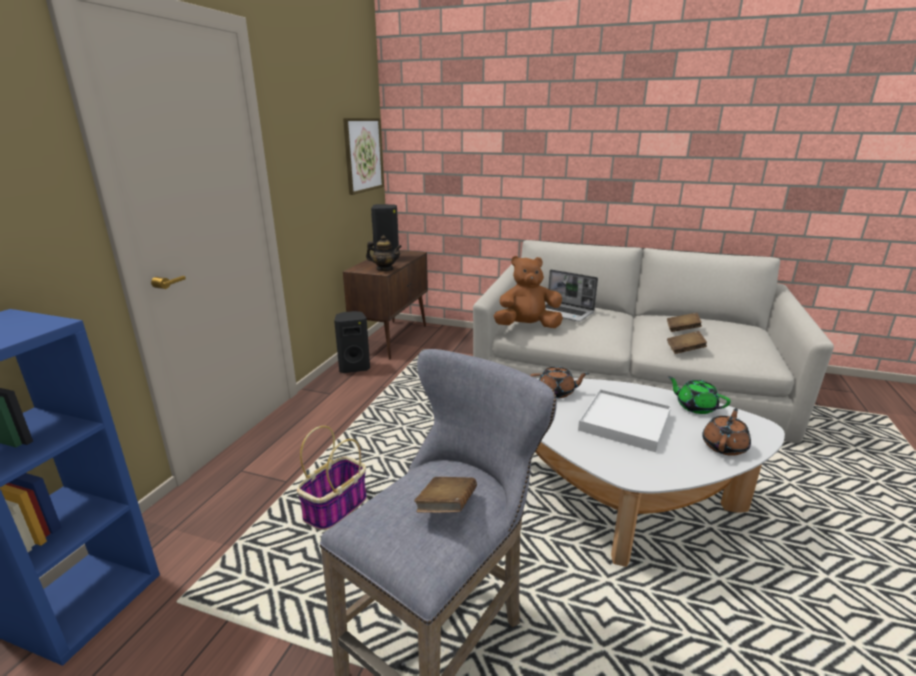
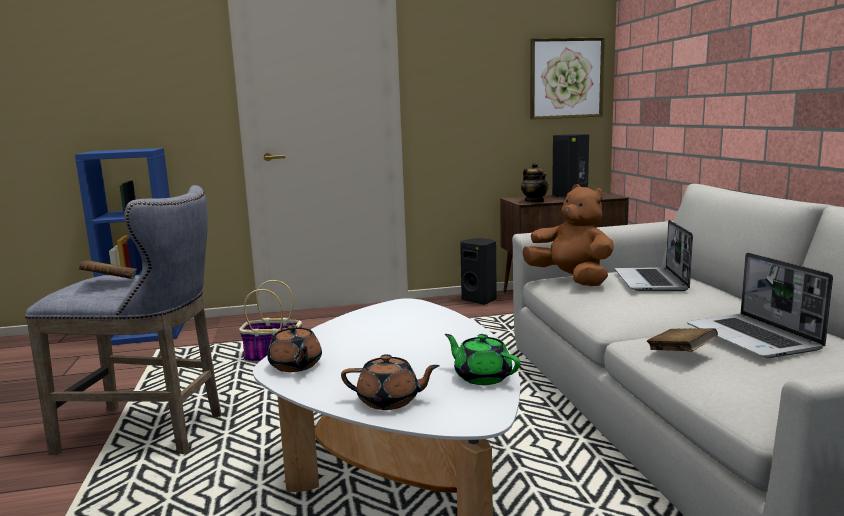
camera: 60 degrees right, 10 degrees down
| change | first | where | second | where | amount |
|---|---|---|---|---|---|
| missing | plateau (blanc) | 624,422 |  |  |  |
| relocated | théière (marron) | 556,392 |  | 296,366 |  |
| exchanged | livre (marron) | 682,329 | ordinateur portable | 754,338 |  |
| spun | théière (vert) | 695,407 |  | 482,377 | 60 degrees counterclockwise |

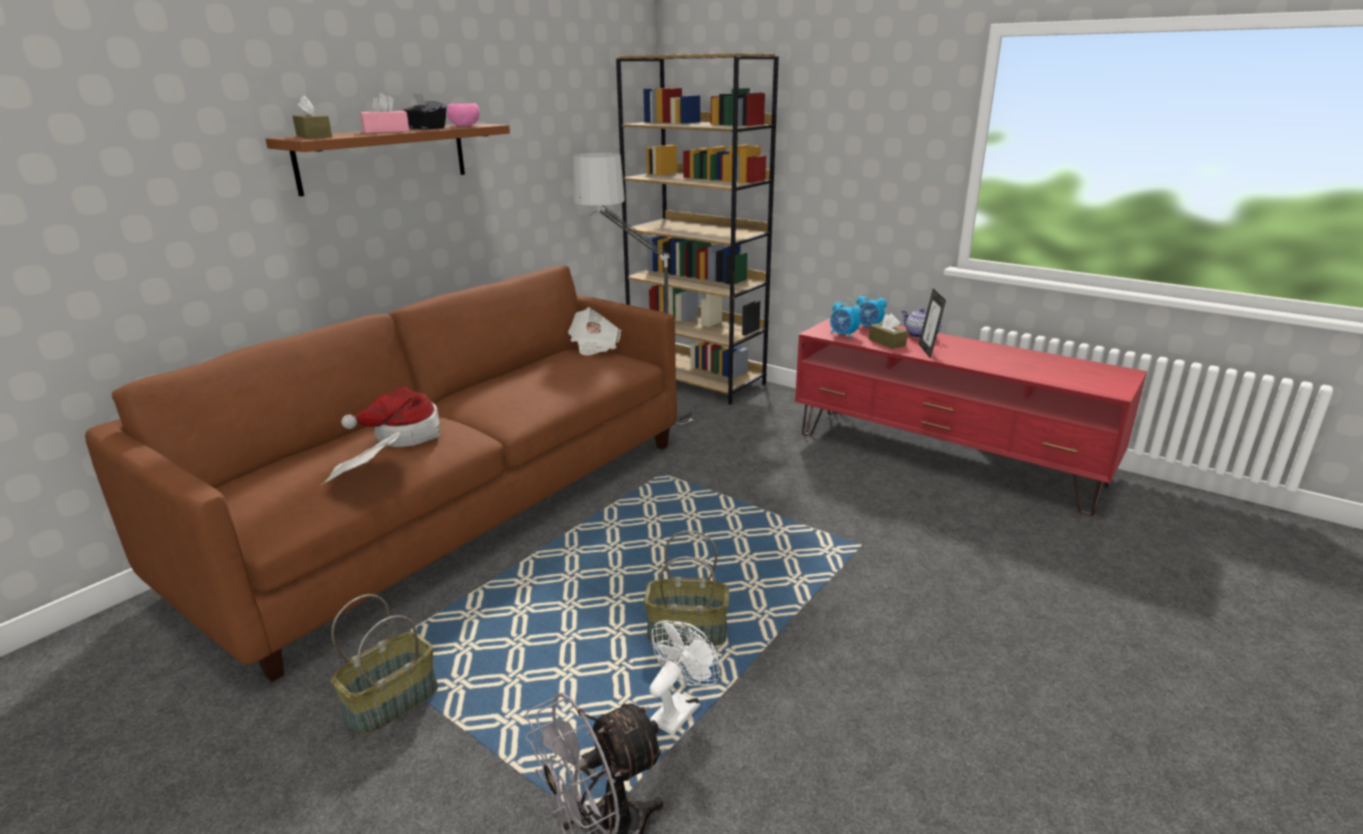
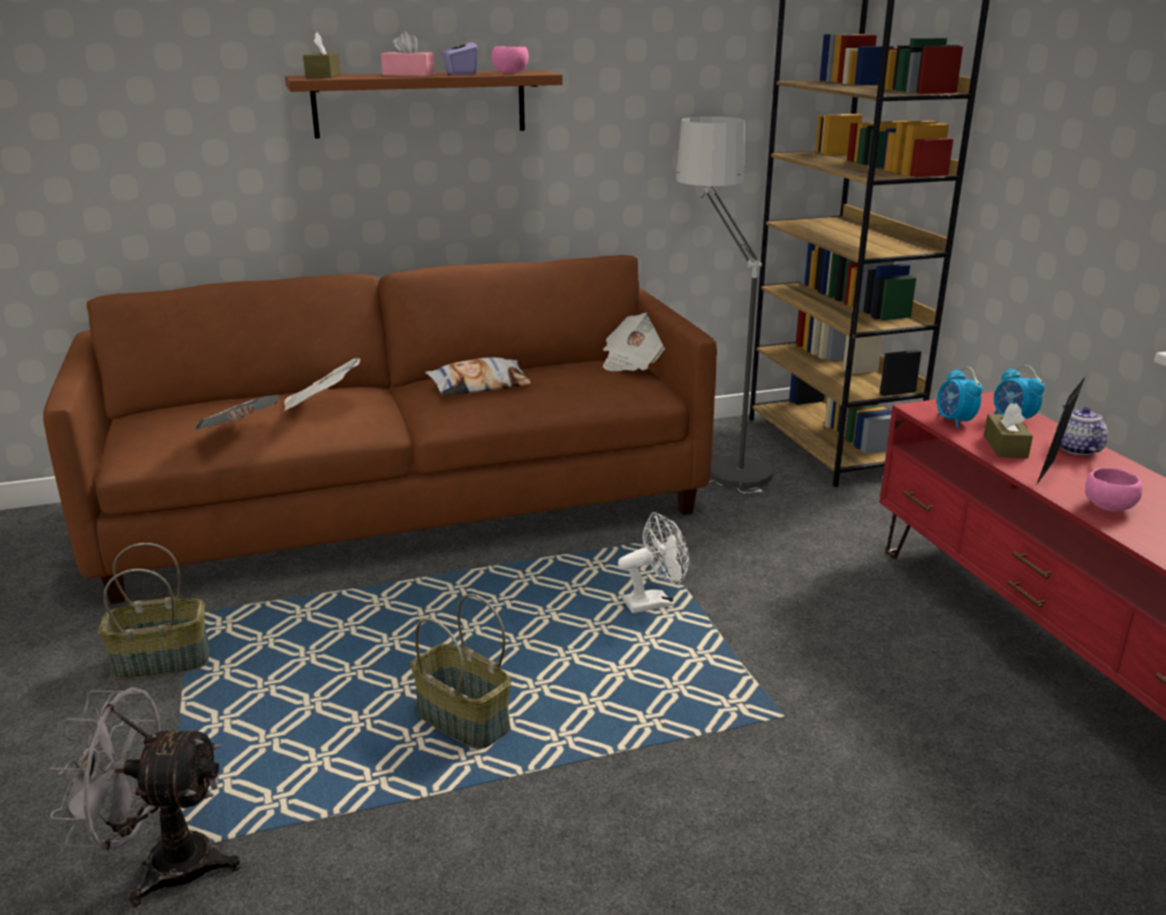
camera: 35 degrees right, 0 degrees up
| change | first | where | second | where | amount |
|---|---|---|---|---|---|
| appeared |  |  | coussin | 480,385 |  |
| appeared |  |  | bol (rose) | 1107,506 |  |
| relocated | ventilateur (blanc) | 679,709 |  | 655,602 |  |
| exchanged | chapeau | 405,435 | journal | 321,405 |  |
| colour | boîte à mouchoirs (noir) | 425,128 | boîte à mouchoirs (violet) | 460,73 |  |

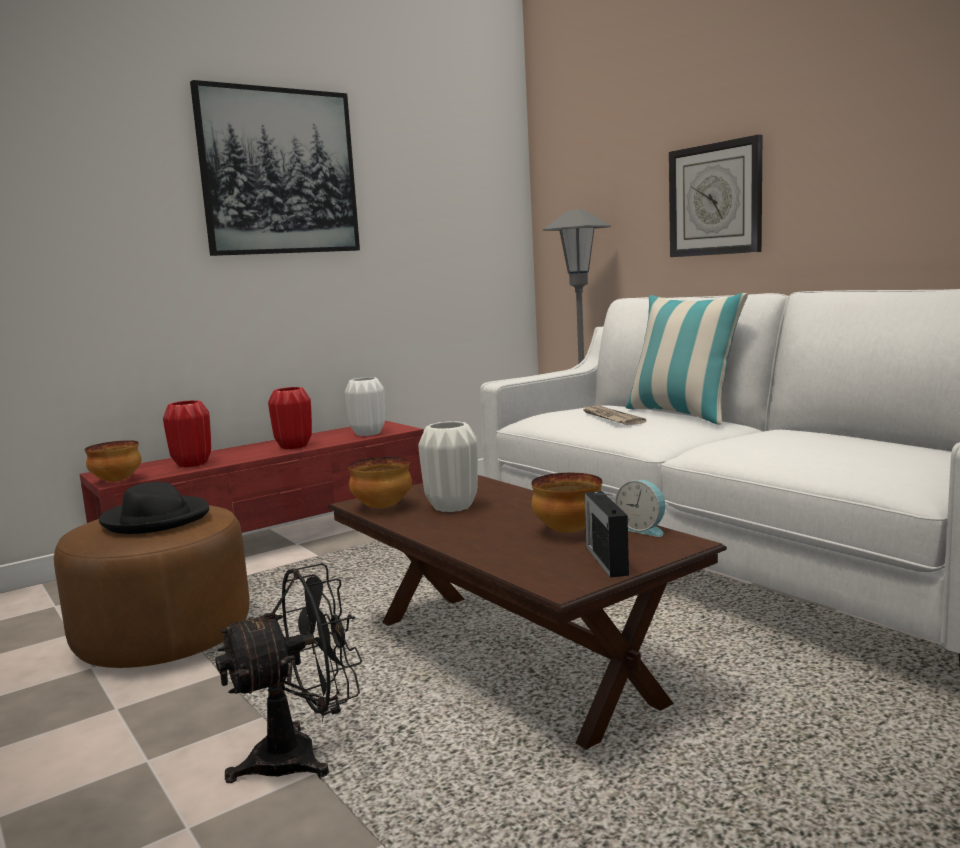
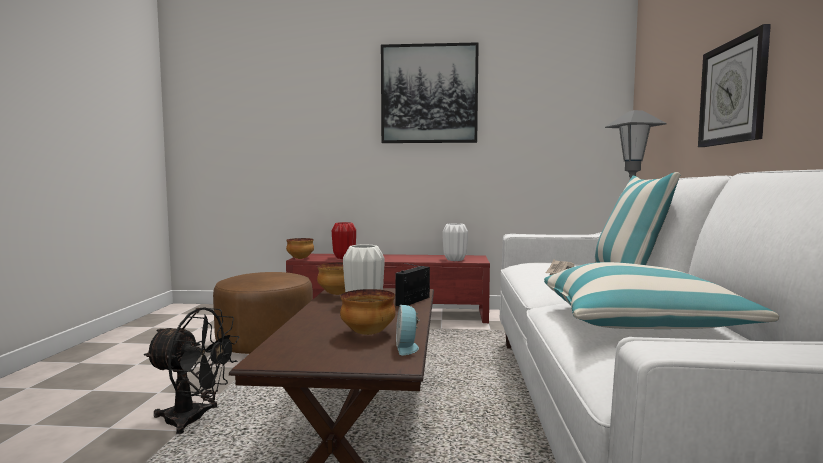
camera: 40 degrees right, 5 degrees down
| change | first | where | second | where | amount |
|---|---|---|---|---|---|
| missing | chapeau (noir) | 155,519 |  |  |  |
| missing | vase (rouge) | 294,446 |  |  |  |
| appeared |  |  | coussin | 637,322 |  |
| relocated | radio | 606,560 |  | 413,301 |  |

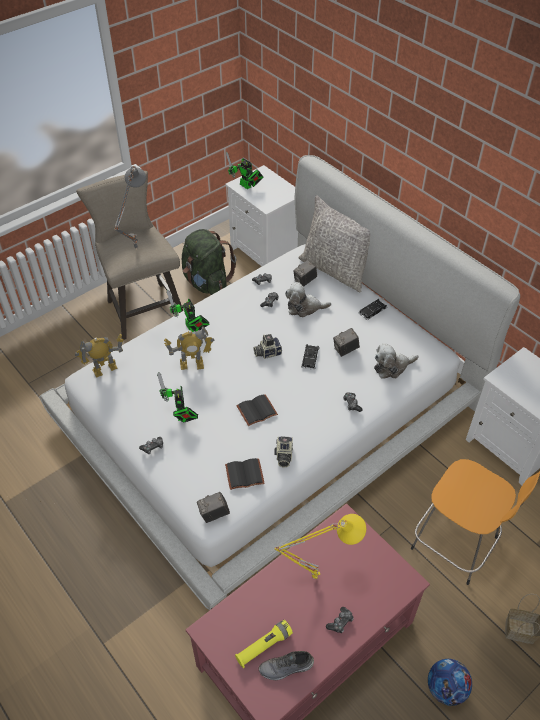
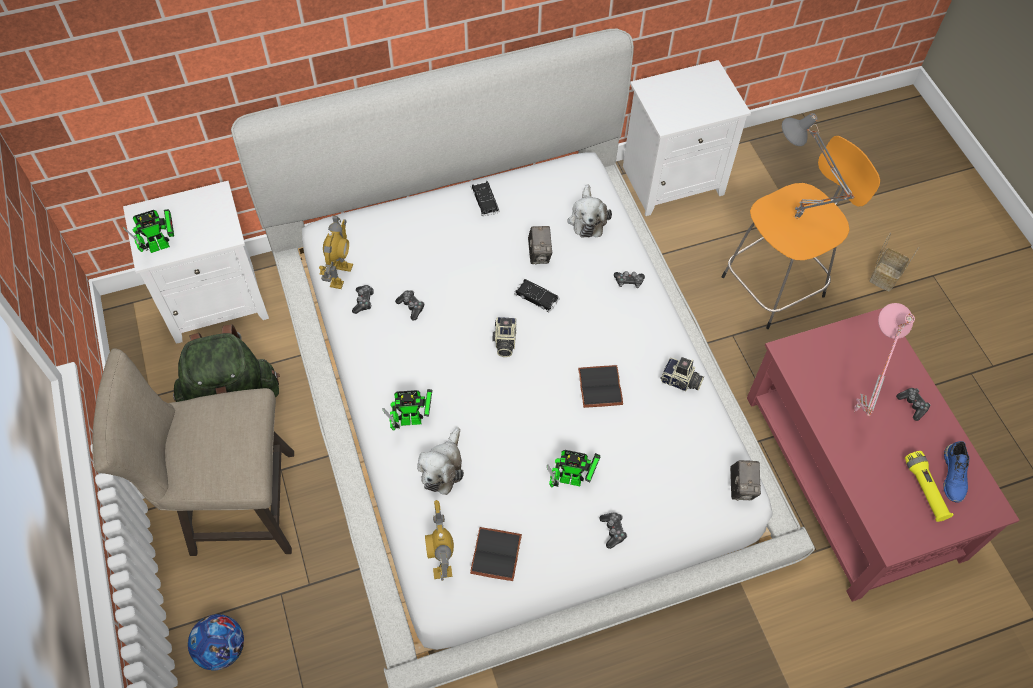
camera: 70 degrees left, 10 degrees up
| change | first | where | second | where | amount |
|---|---|---|---|---|---|
| missing | appareil photo | 305,281 |  |  |  |
| missing | coussin (gris) | 335,270 |  |  |  |
| relocated | lampe de table (gris) | 135,248 |  | 794,219 |  |
| relocated | robot jouet | 192,365 |  | 340,275 |  |
| relocated | livre (noir) | 244,475 |  | 497,555 |  |
| relocated | peluche | 304,308 |  | 443,468 |  |
| relocated | ballon de foot | 446,689 |  | 222,649 |  |
| colour | chaussure (gris) | 286,668 | chaussure (bleu) | 954,476 |  |
| colour | lampe de table (jaune) | 315,576 | lampe de table (rose) | 852,409 |  |

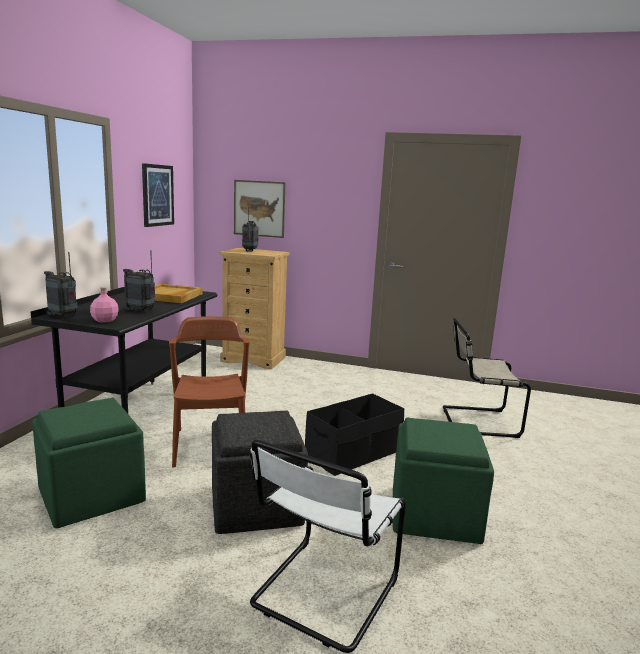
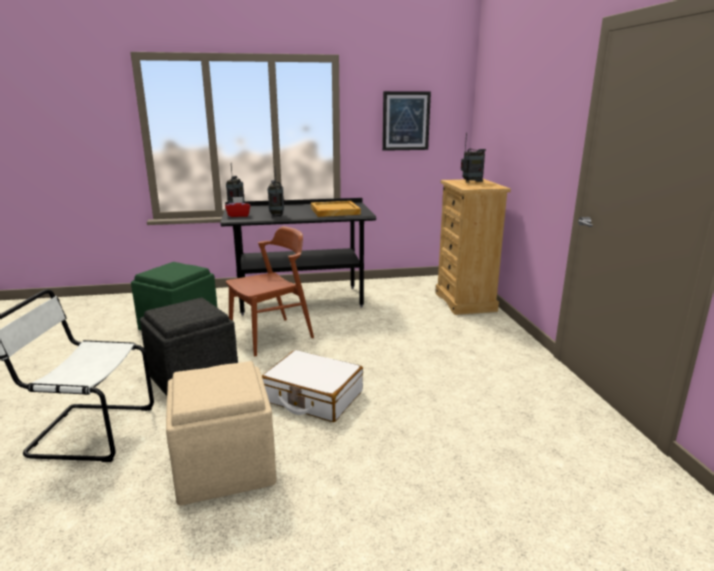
camera: 65 degrees right, 5 degrees up
| change | first | where | second | where | amount |
|---|---|---|---|---|---|
| missing | tableau | 259,208 |  |  |  |
| missing | chaise (beige) | 476,421 |  |  |  |
| exchanged | bouteille (rose) | 105,320 | boîte à mouchoirs (rouge) | 238,215 |  |
| exchanged | boîte de rangement (noir) | 353,453 | valise (blanc) | 313,397 |  |
| colour | pouf (vert) | 435,514 | pouf (beige) | 223,466 |  |

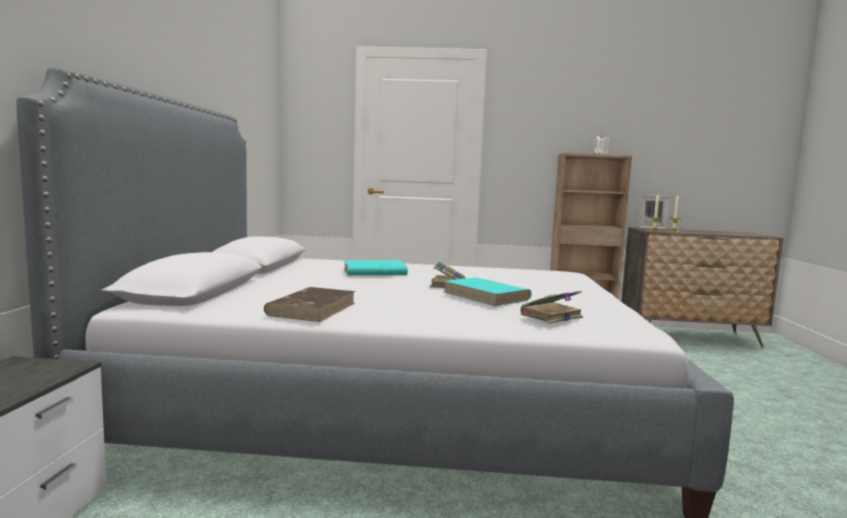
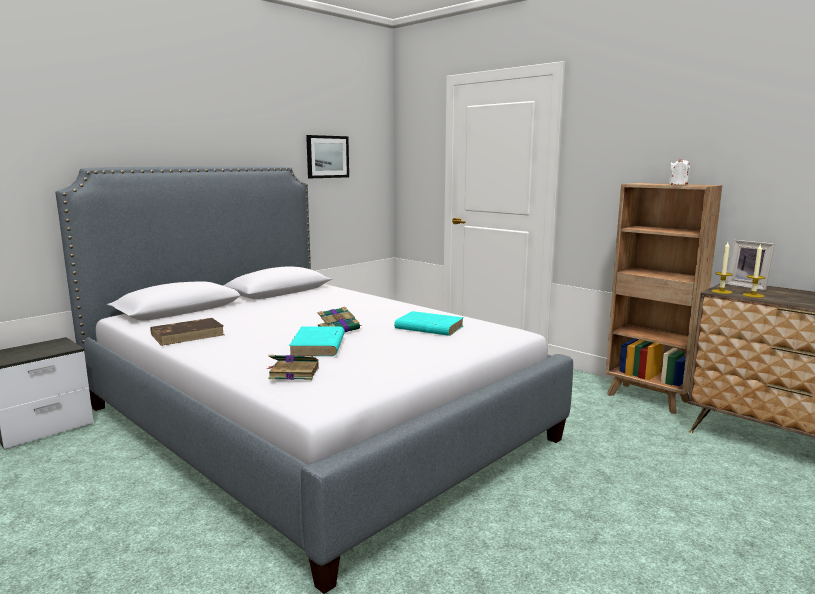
camera: 40 degrees right, 5 degrees up
| change | first | where | second | where | amount |
|---|---|---|---|---|---|
| appeared |  |  | tableau | 327,157 |  |
| relocated | livre (turquoise) | 374,272 |  | 428,327 |  |

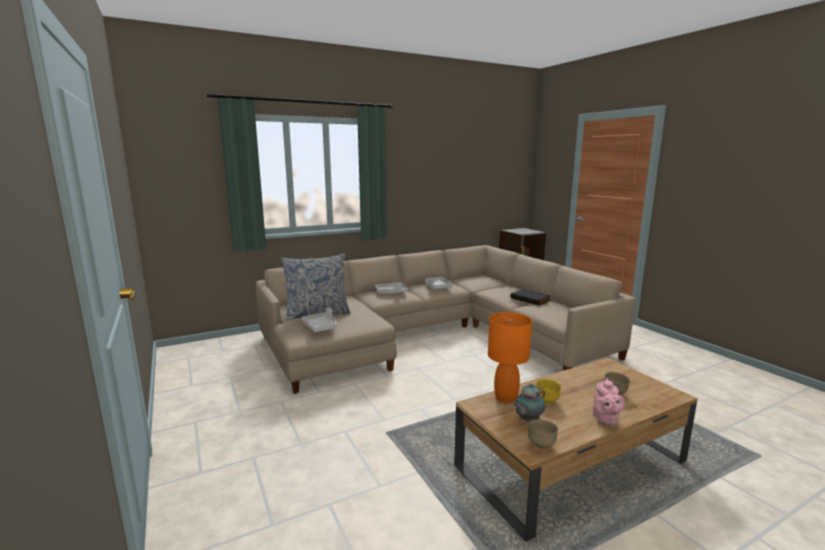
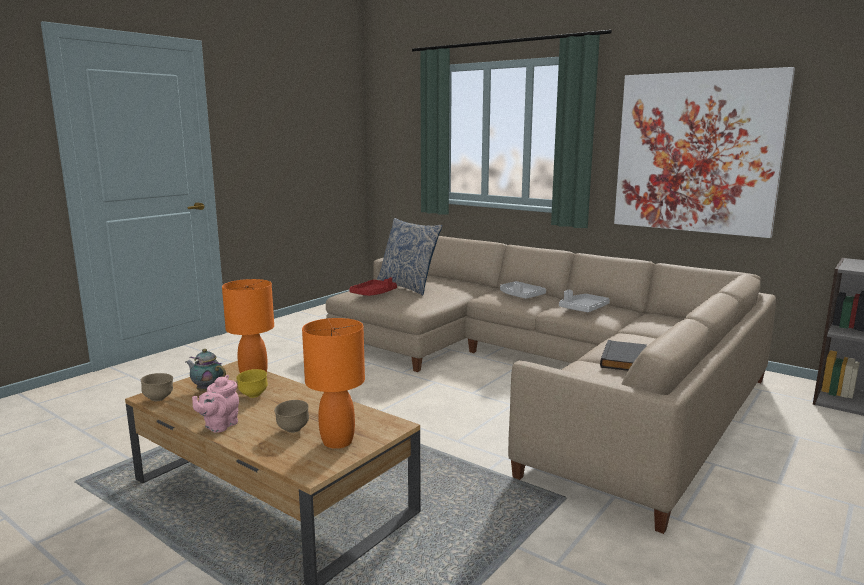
camera: 65 degrees right, 0 degrees up
| change | first | where | second | where | amount |
|---|---|---|---|---|---|
| appeared |  |  | lampe de table (orange) | 338,442 |  |
| appeared |  |  | tableau | 696,153 |  |
| colour | plateau (gris) | 321,327 | plateau (rouge) | 374,294 |  |
| spun | théière (rose) | 605,420 |  | 219,426 | 45 degrees counterclockwise |

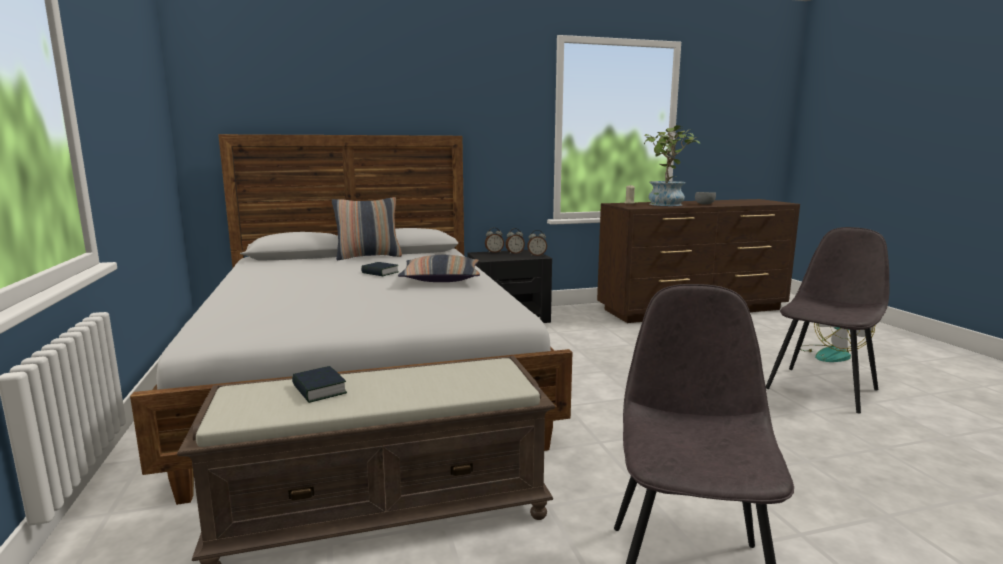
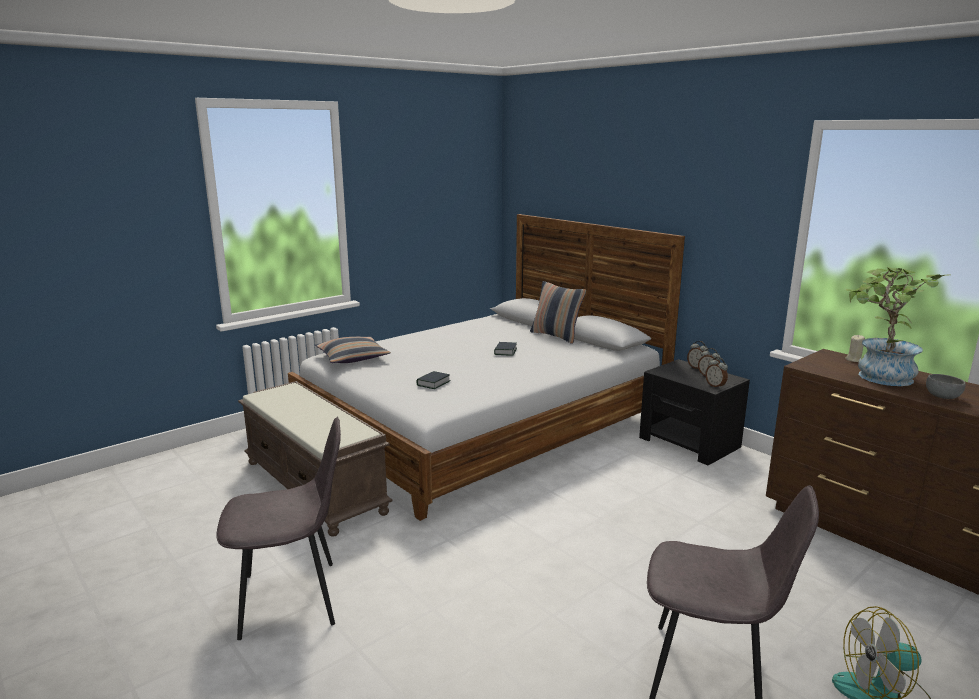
camera: 65 degrees right, 5 degrees up
| change | first | where | second | where | amount |
|---|---|---|---|---|---|
| relocated | livre | 319,390 |  | 433,383 |  |
| relocated | coussin | 441,279 |  | 352,358 |  |

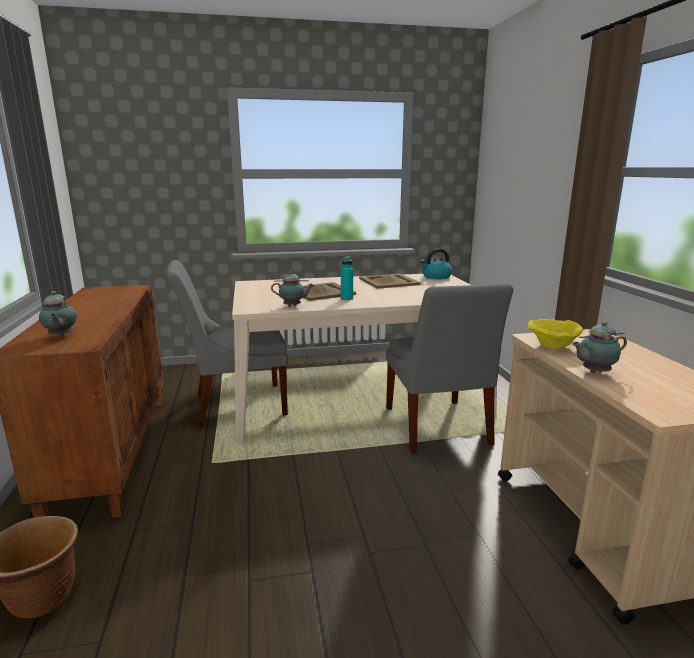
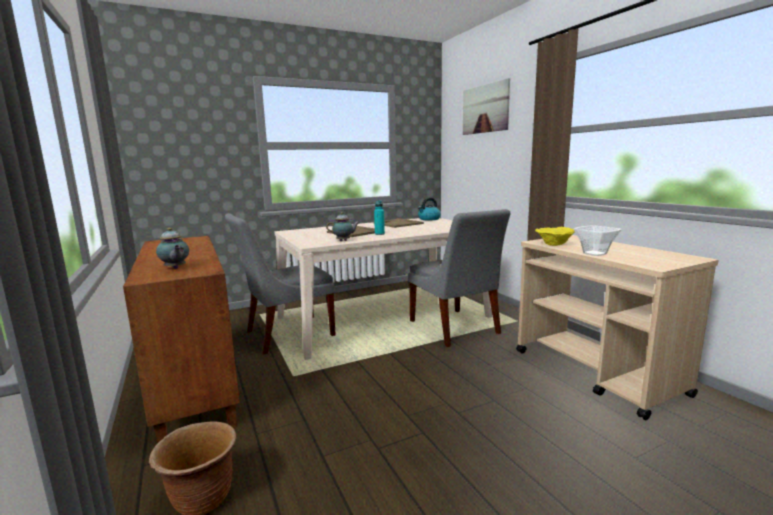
camera: 15 degrees left, 5 degrees down
| change | first | where | second | where | amount |
|---|---|---|---|---|---|
| appeared |  |  | tableau | 485,109 |  |
| exchanged | théière | 594,372 | bol | 594,253 |  |

